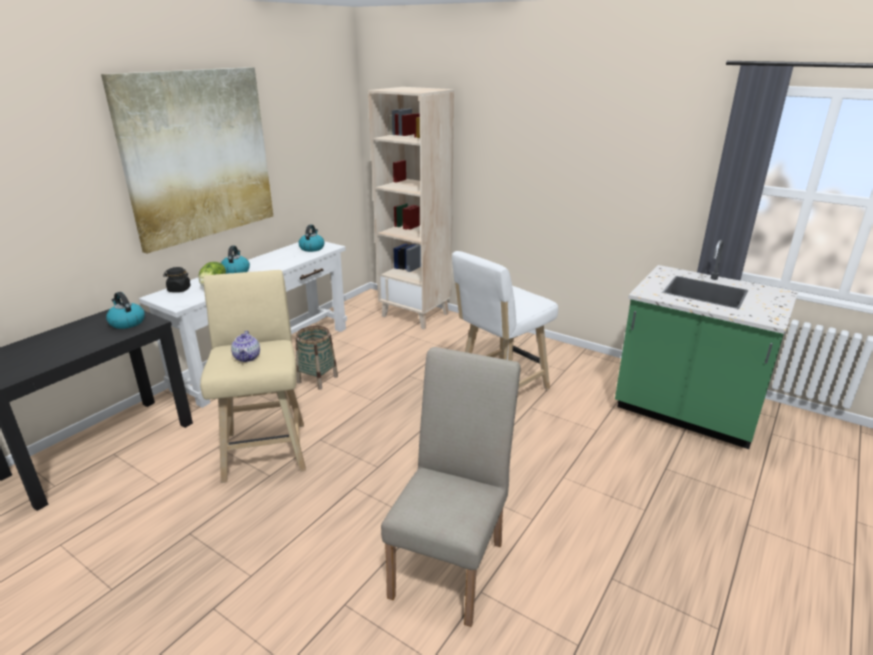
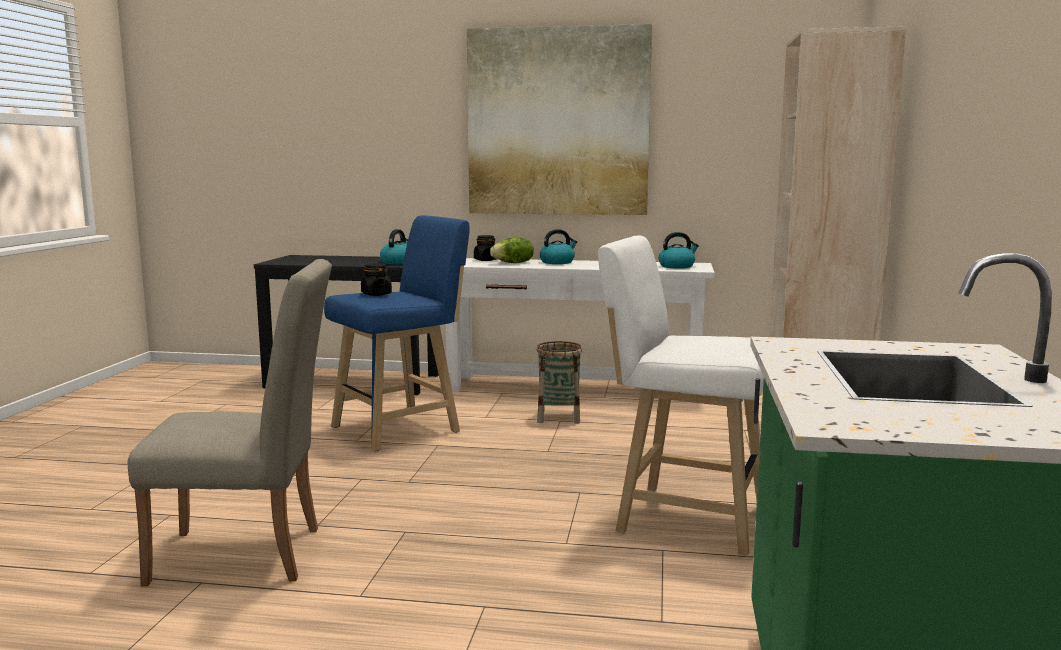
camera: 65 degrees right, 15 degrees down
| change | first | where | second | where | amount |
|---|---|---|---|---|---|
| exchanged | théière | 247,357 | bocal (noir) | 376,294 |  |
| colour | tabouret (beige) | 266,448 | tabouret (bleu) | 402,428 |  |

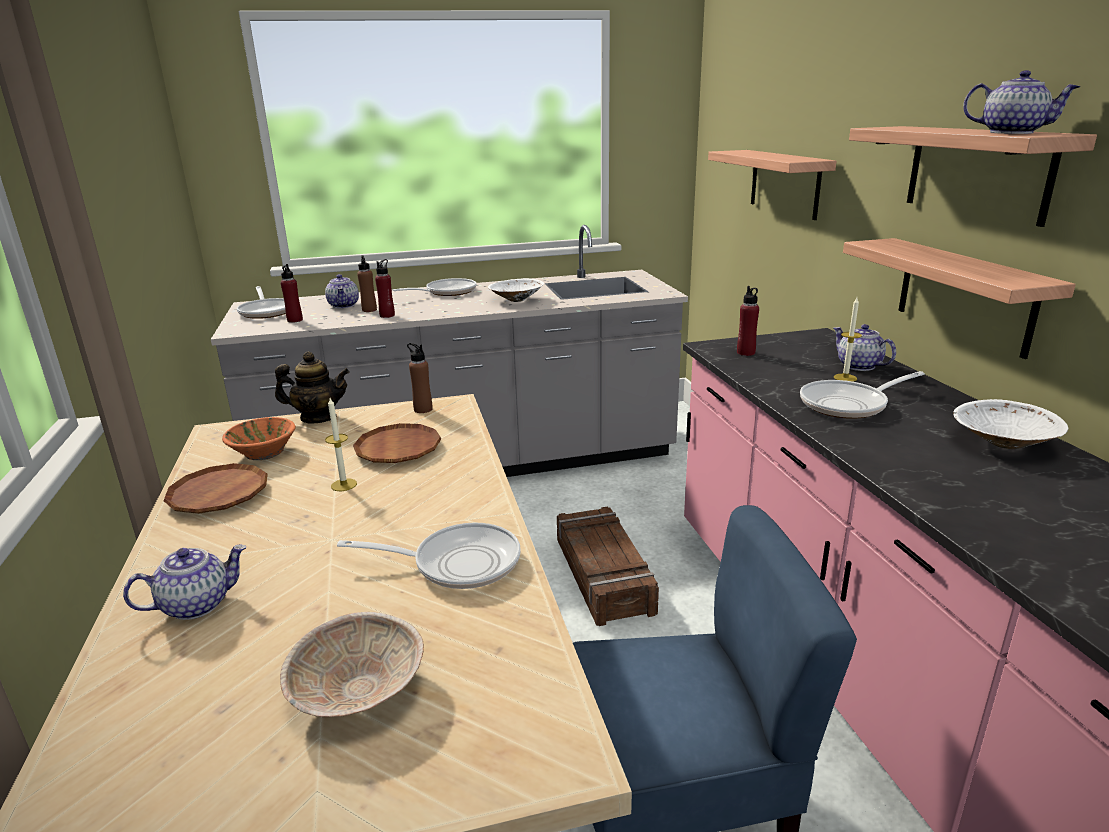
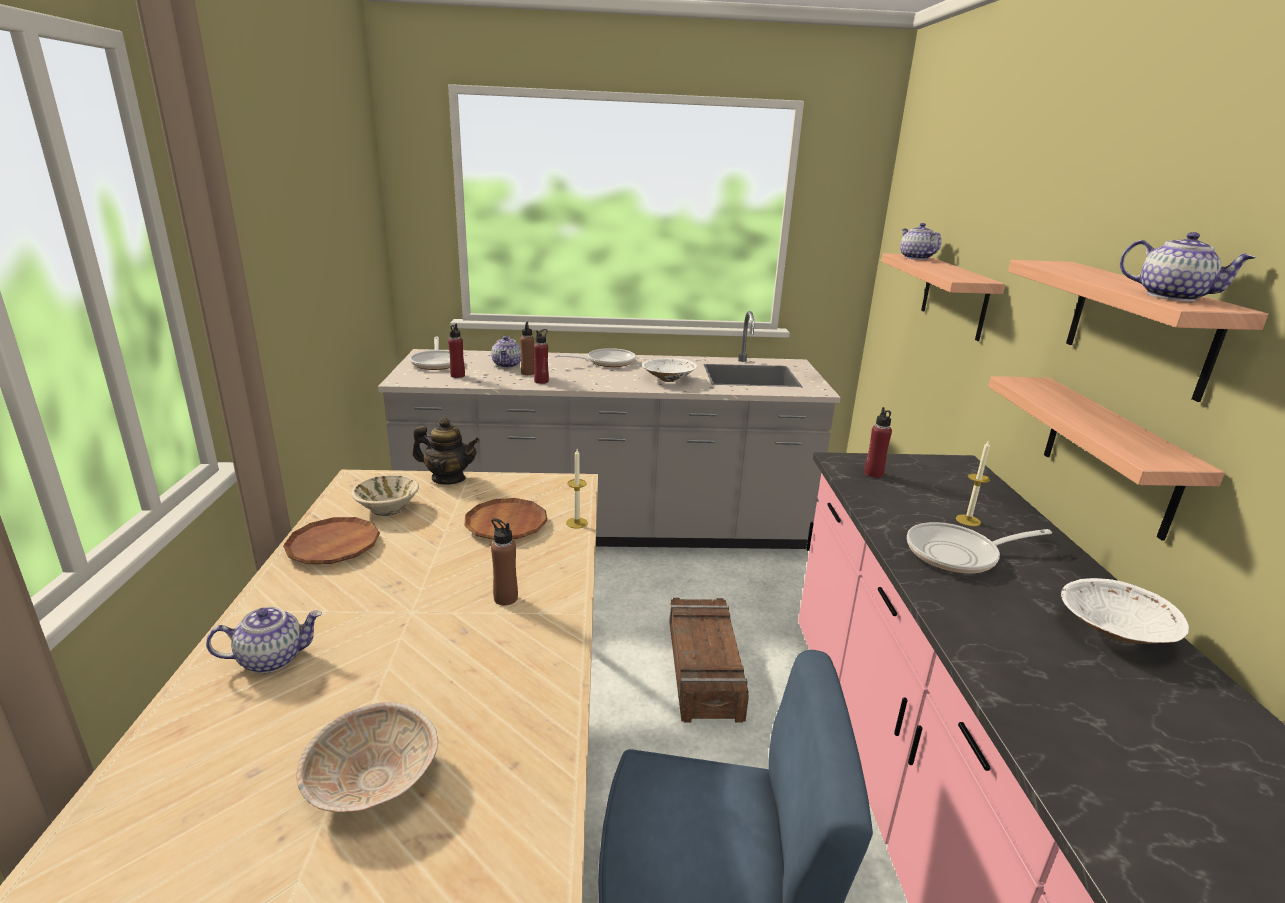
camera: 10 degrees right, 0 degrees up
| change | first | where | second | where | amount |
|---|---|---|---|---|---|
| missing | poêle | 458,563 |  |  |  |
| relocated | bougie | 344,485 |  | 576,523 |  |
| relocated | bouteille (marron) | 423,409 |  | 505,598 |  |
| relocated | théière | 858,366 |  | 915,258 |  |
| colour | bol (orange) | 263,452 | bol (beige) | 387,507 |  |

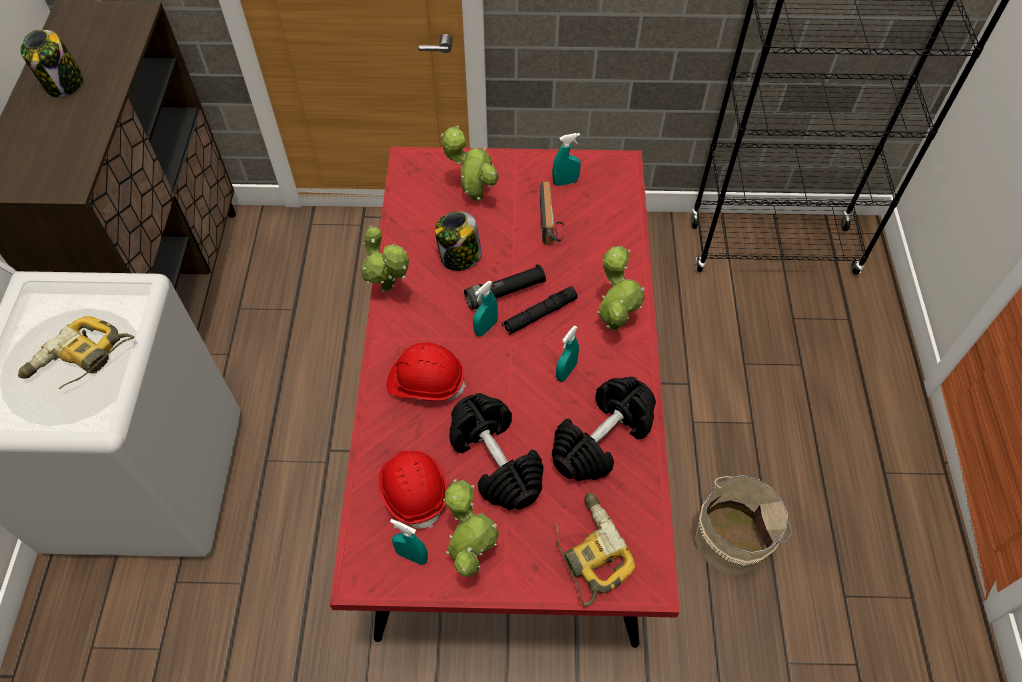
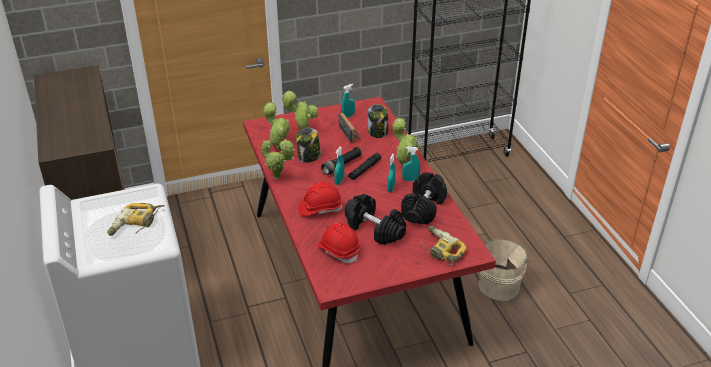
camera: 20 degrees left, 20 degrees down
| change | first | where | second | where | amount |
|---|---|---|---|---|---|
| relocated | bocal | 64,84 |  | 378,132 |  |
| relocated | vaporisateur (turquoise) | 412,556 |  | 410,180 |  |
| relocated | plante en pot | 469,553 |  | 278,147 |  |

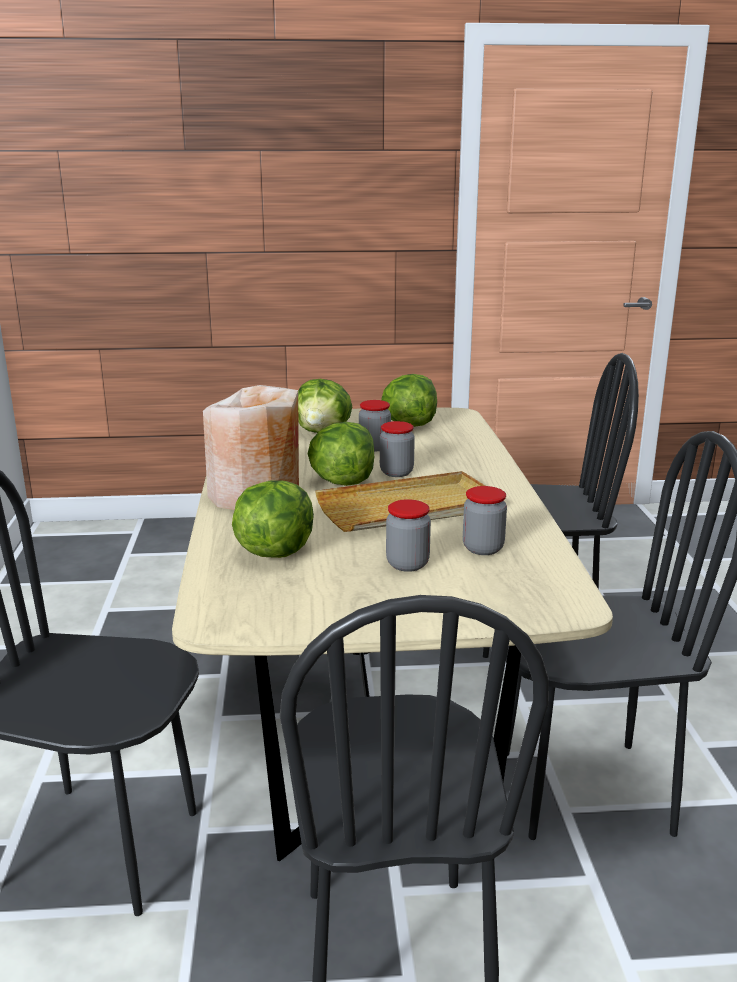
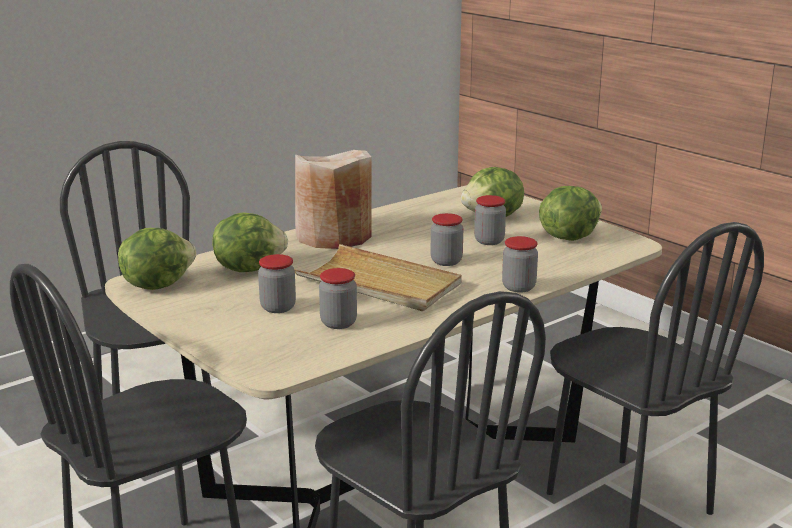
camera: 55 degrees right, 0 degrees up
| change | first | where | second | where | amount |
|---|---|---|---|---|---|
| appeared |  |  | bocal | 518,287 |  |
| relocated | laitue | 342,482 |  | 157,284 |  |

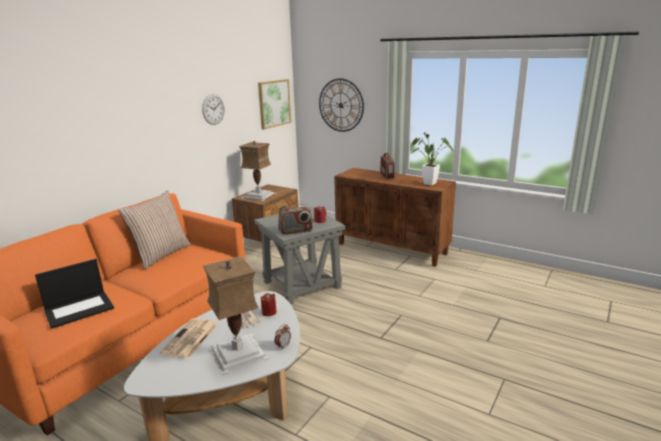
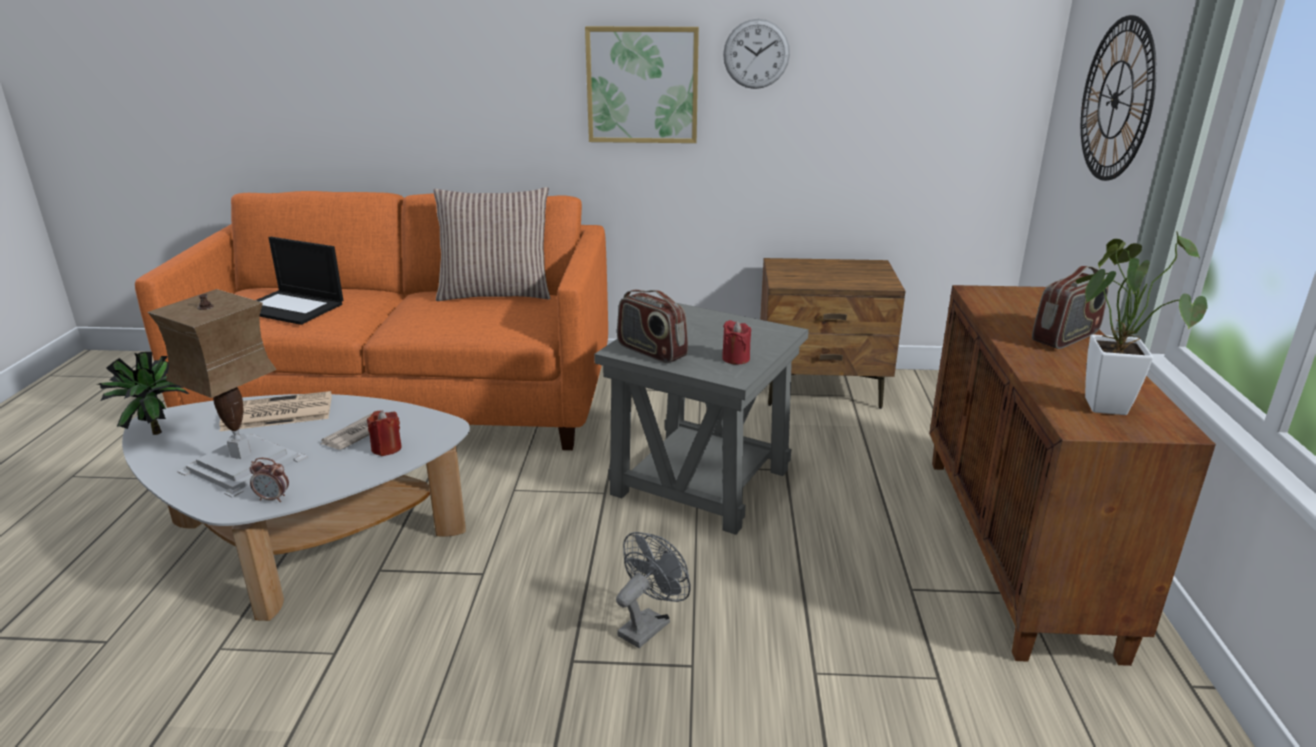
camera: 60 degrees right, 5 degrees up
| change | first | where | second | where | amount |
|---|---|---|---|---|---|
| missing | lampe de table | 257,196 |  |  |  |
| appeared |  |  | plante en pot | 156,431 |  |
| appeared |  |  | ventilateur (gris) | 649,624 |  |
| relocated | tableau | 274,103 |  | 642,85 |  |

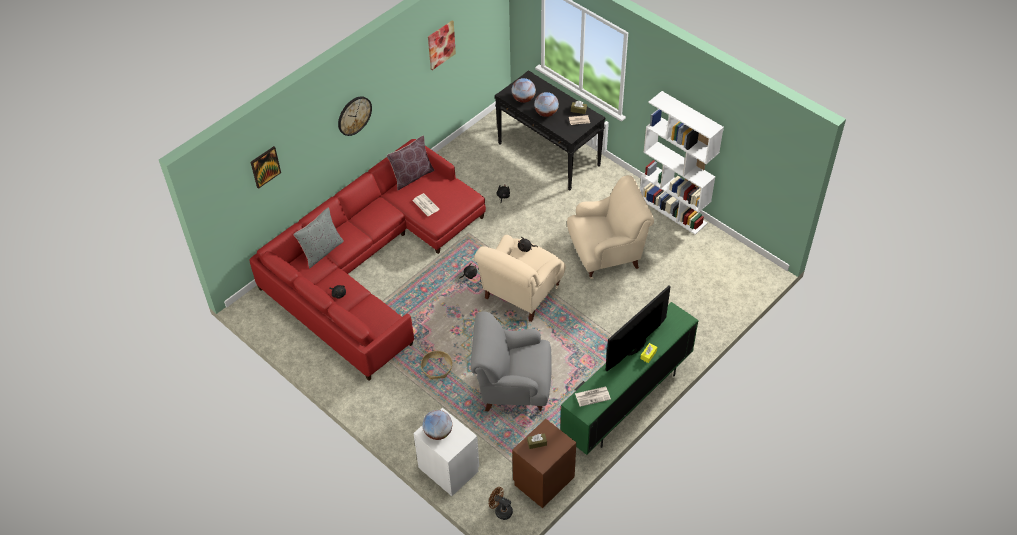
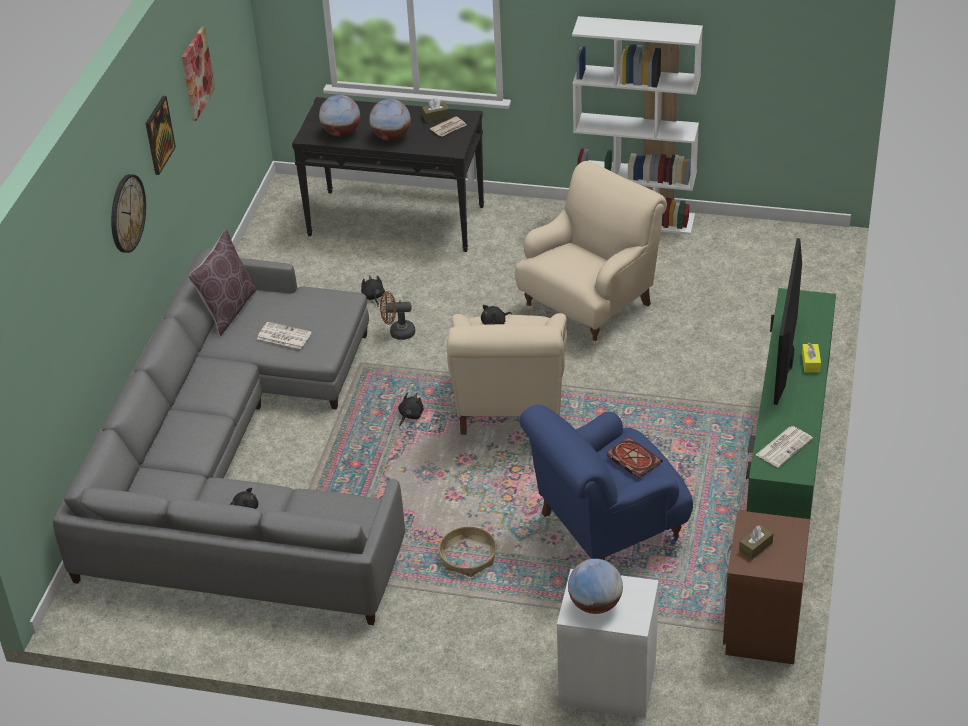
camera: 30 degrees left, 10 degrees down
| change | first | where | second | where | amount |
|---|---|---|---|---|---|
| missing | coussin (gris) | 321,251 |  |  |  |
| appeared |  |  | livre | 632,459 |  |
| relocated | tableau | 265,166 |  | 159,135 |  |
| relocated | ventilateur (marron) | 501,510 |  | 398,332 |  |
| colour | canapé (rouge) | 371,263 | canapé (gris) | 238,467 |  |
| colour | fauteuil (gris) | 512,387 | fauteuil (bleu) | 606,529 |  |

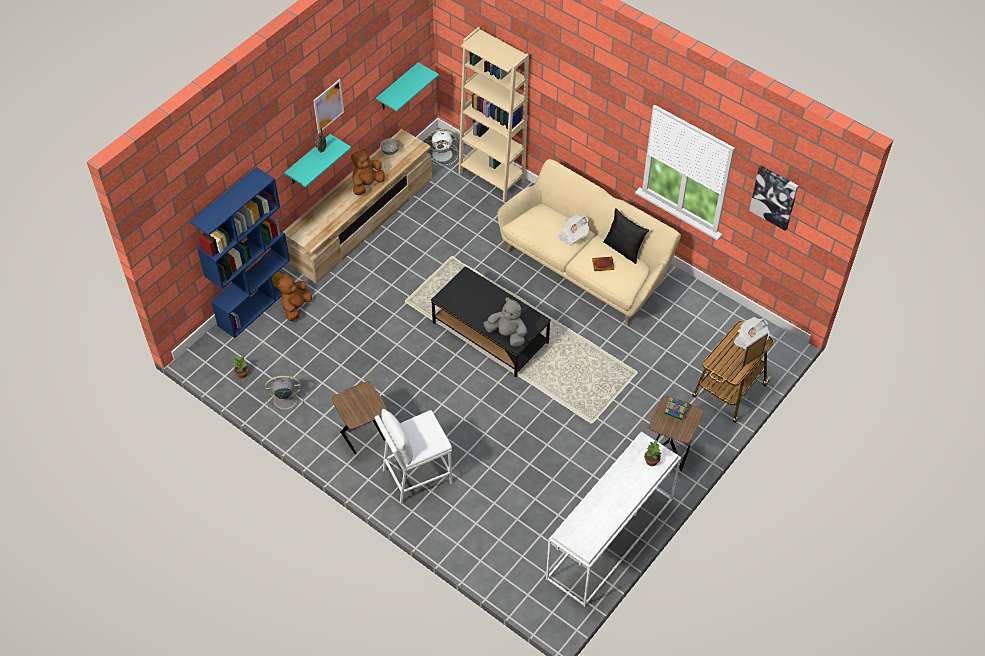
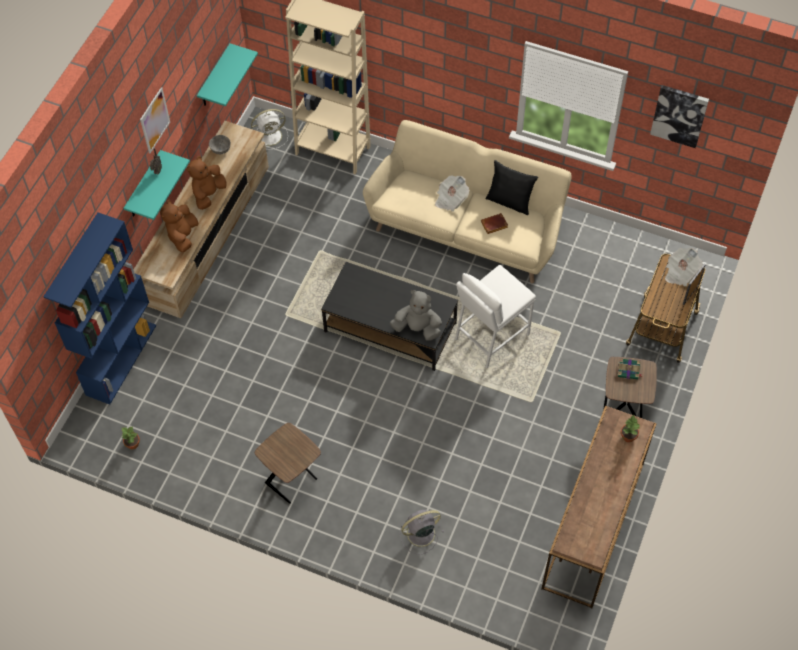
camera: 15 degrees left, 5 degrees up
| change | first | where | second | where | amount |
|---|---|---|---|---|---|
| relocated | ventilateur (gris) | 284,399 |  | 419,534 |  |
| relocated | peluche (marron) | 296,307 |  | 183,235 |  |
| relocated | tabouret (blanc) | 416,475 |  | 491,336 |  |
| colour | table console (blanc) | 610,540 | table console (marron) | 594,526 |  |

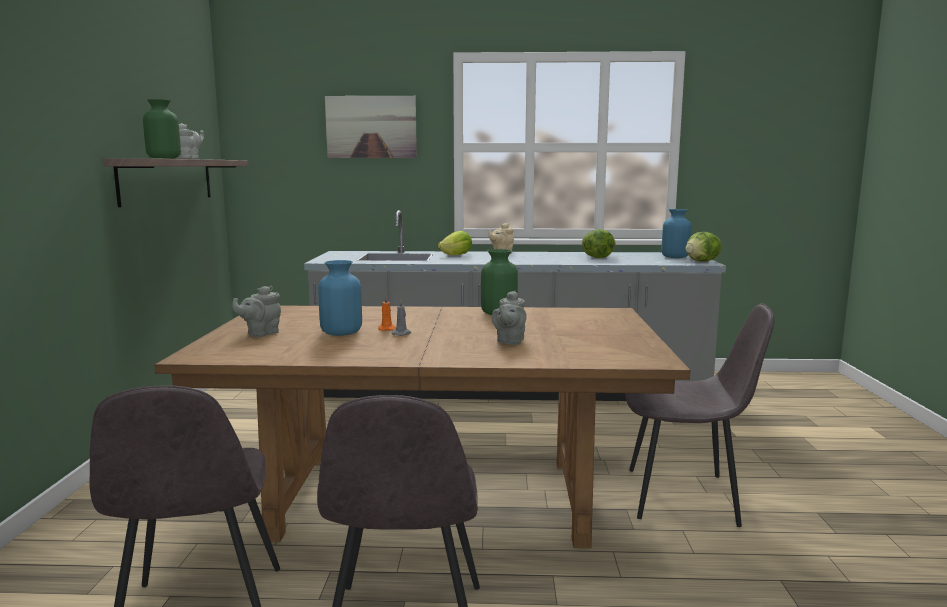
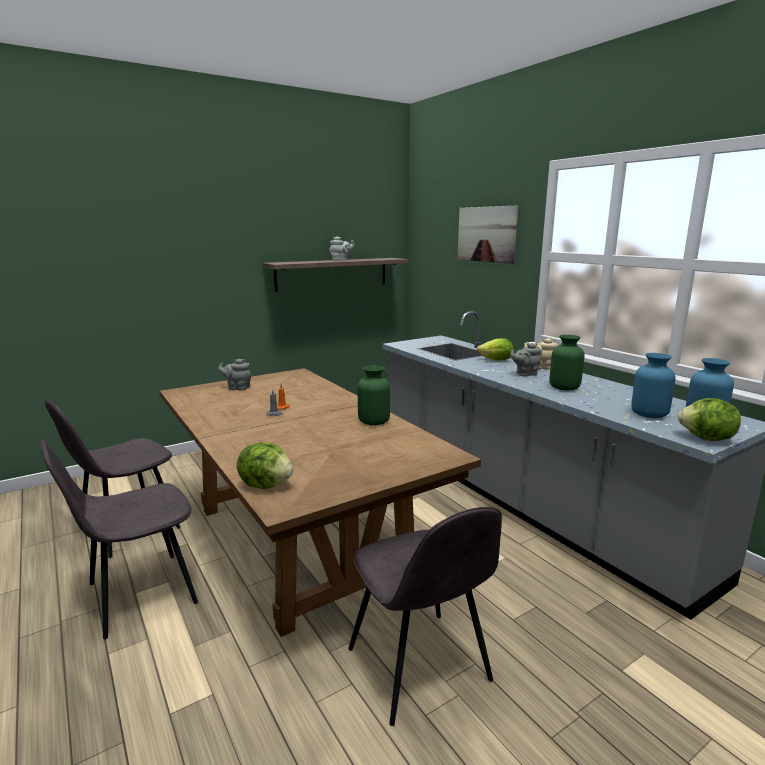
camera: 55 degrees right, 5 degrees up
| change | first | where | second | where | amount |
|---|---|---|---|---|---|
| relocated | vase (vert) | 164,158 |  | 564,388 |  |
| relocated | vase (bleu) | 341,332 |  | 649,414 |  |
| relocated | théière (gris) | 509,341 |  | 525,374 |  |
| relocated | laitue | 598,257 |  | 266,484 |  |

